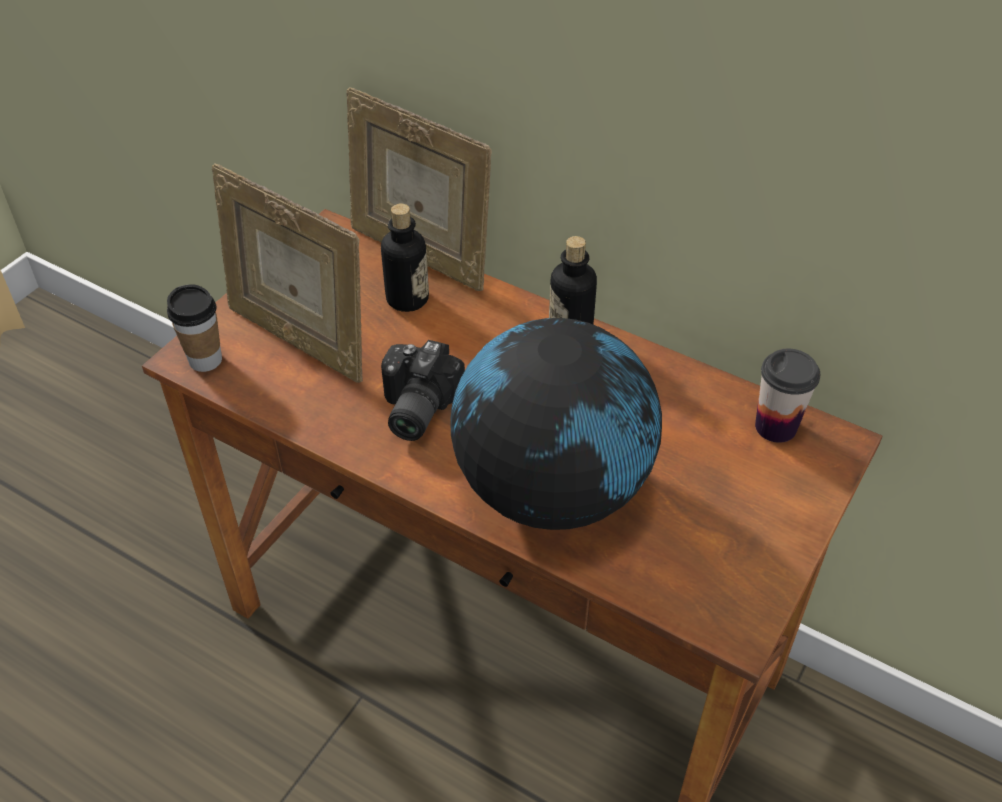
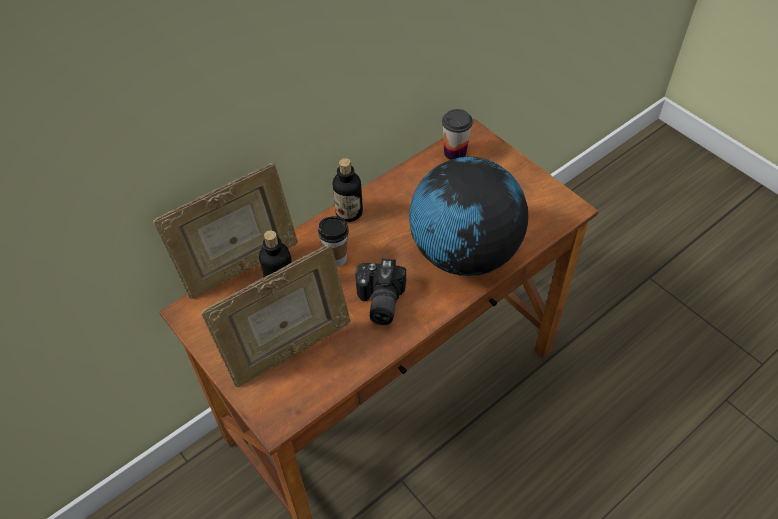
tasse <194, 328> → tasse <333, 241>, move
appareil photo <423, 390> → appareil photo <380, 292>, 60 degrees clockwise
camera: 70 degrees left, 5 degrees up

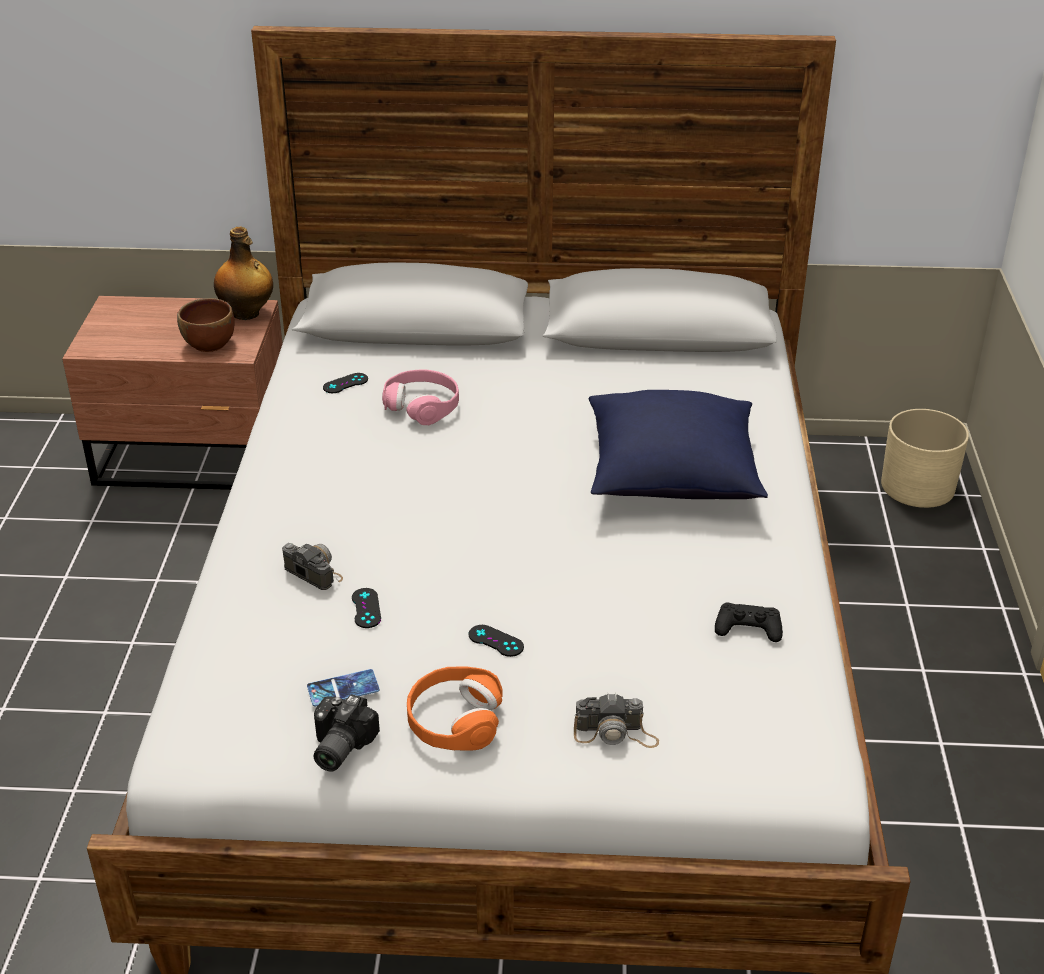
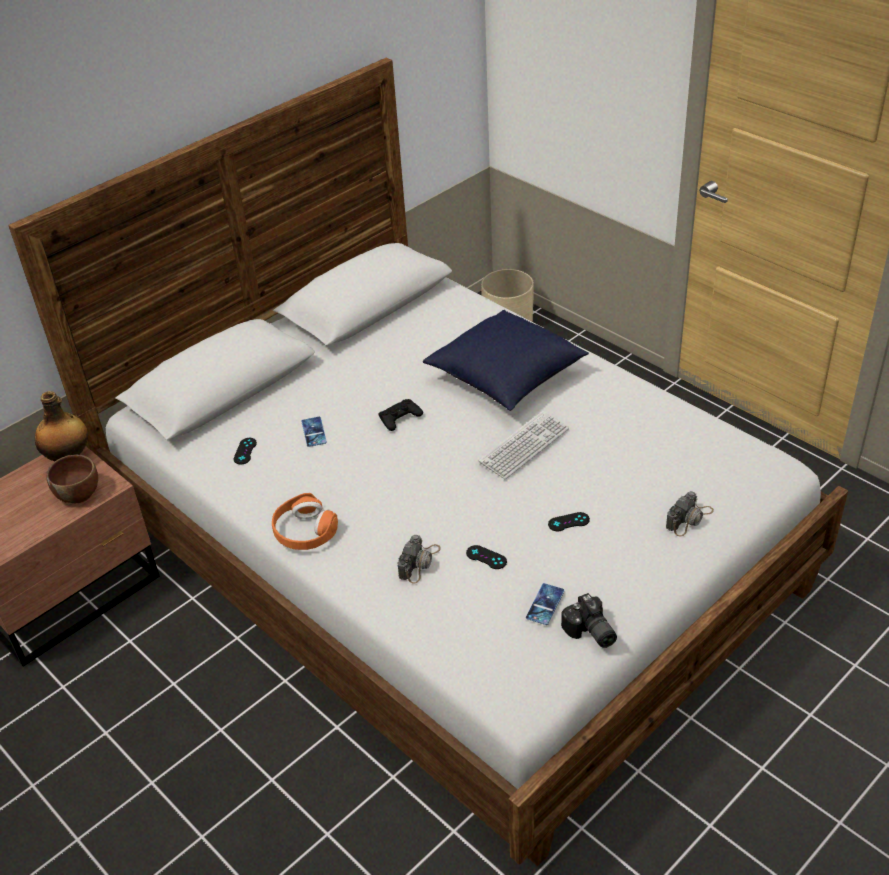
appareil photo <312, 566> → appareil photo <419, 559>, 120 degrees clockwise
casque audio/rose <420, 397> → téléphone <314, 432>
casque audio/orange <455, 709> → casque audio/orange <305, 521>, move
manette/noir <749, 622> → manette/noir <400, 415>, move
- → clavier <524, 445>
camera: 45 degrees left, 5 degrees up

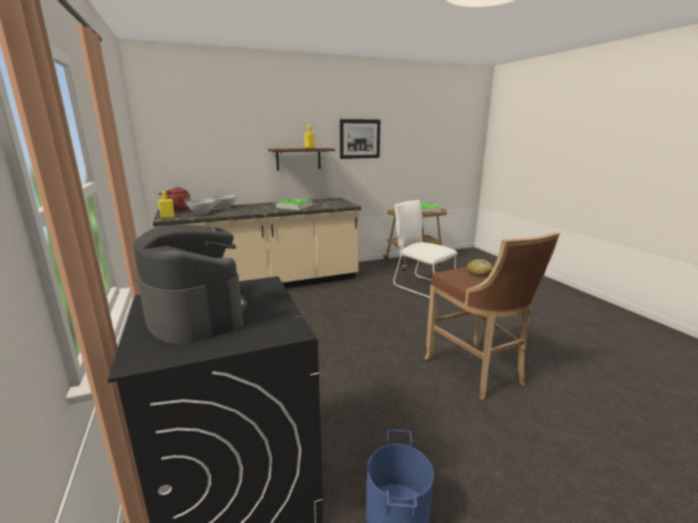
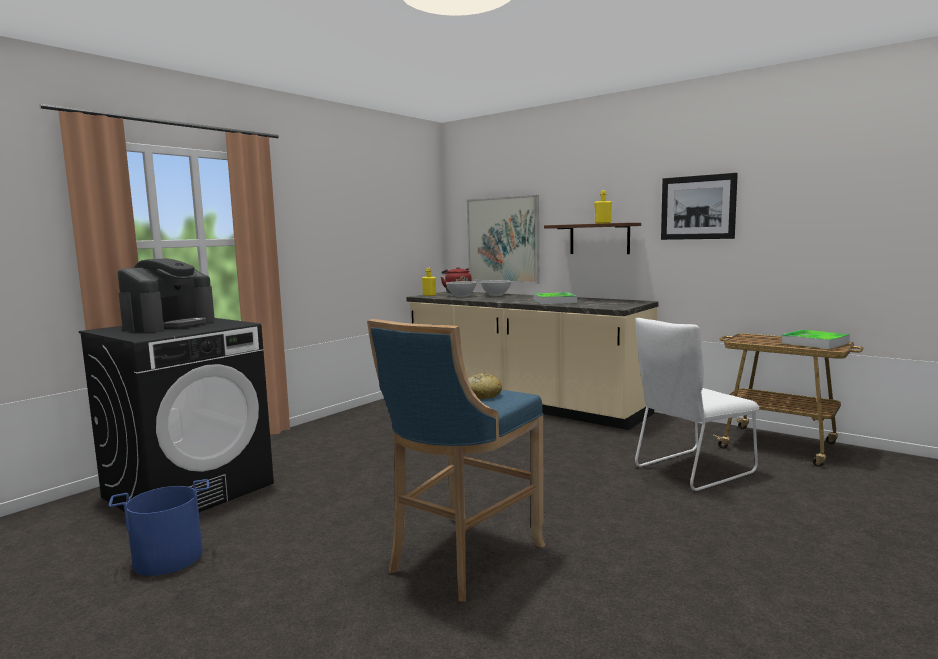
chaise/blanc <425, 249> → chaise/blanc <697, 404>, 135 degrees counterclockwise
tabouret/marron <492, 316> → tabouret/bleu <456, 460>
- → tableau <503, 239>
camera: 60 degrees right, 10 degrees down

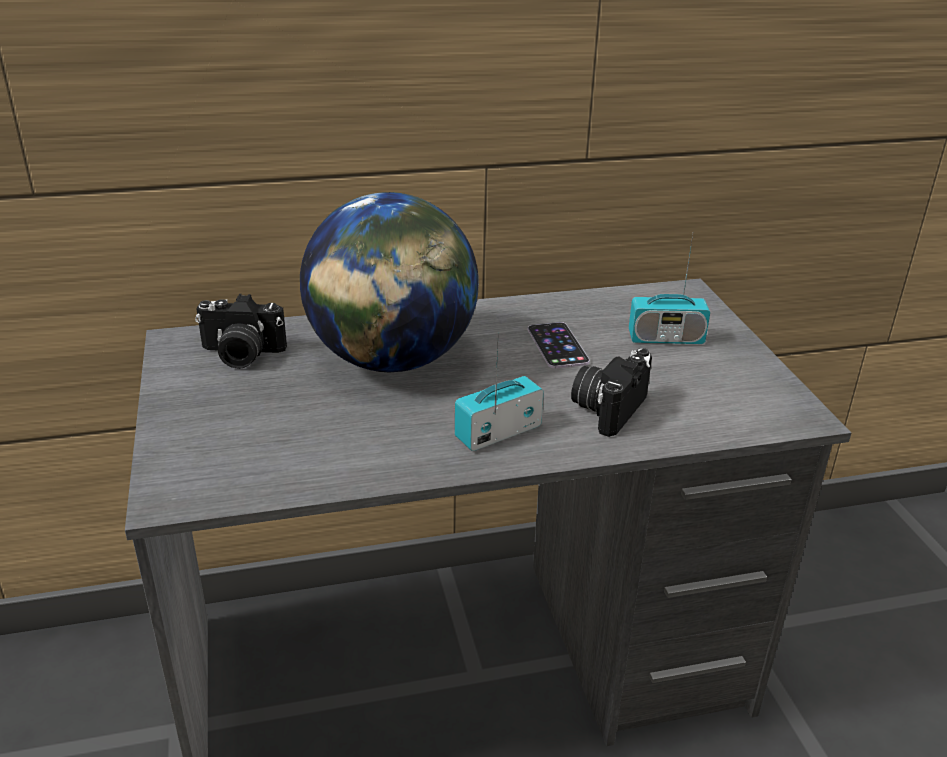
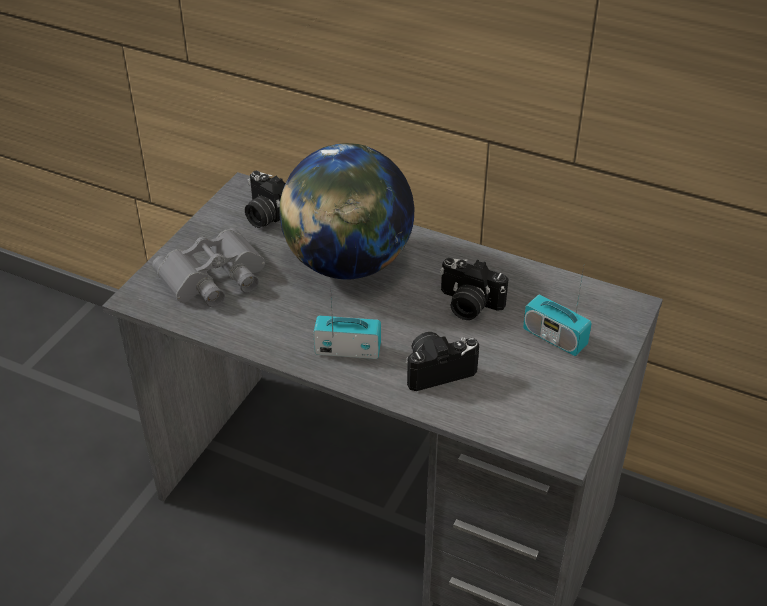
téléphone <559, 345> → appareil photo <474, 289>
- → jumelles/gris <208, 267>
camera: 40 degrees right, 10 degrees up

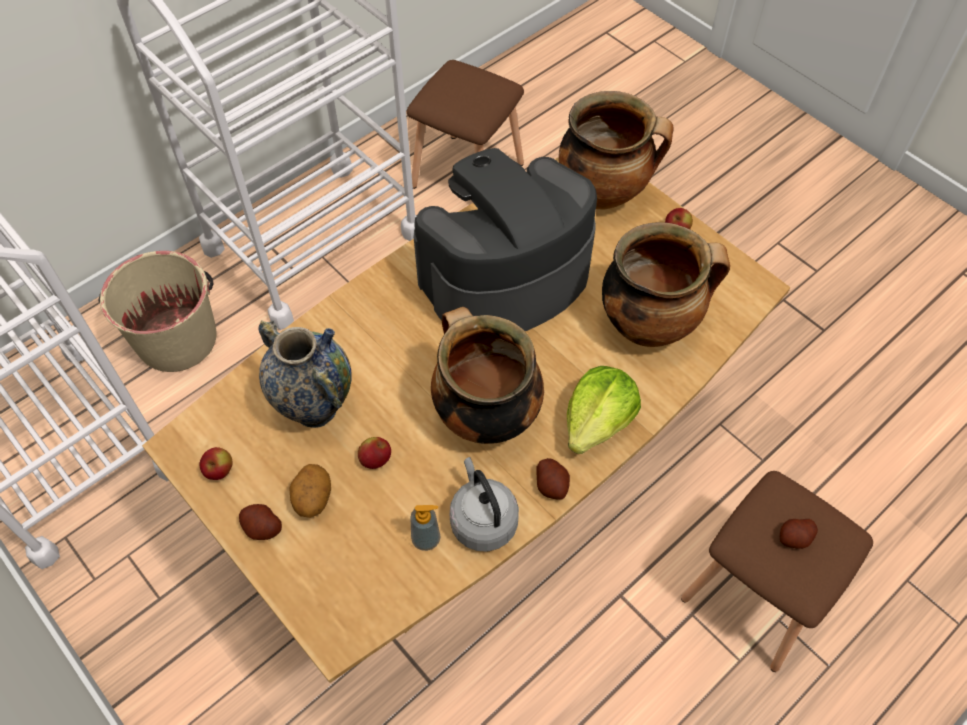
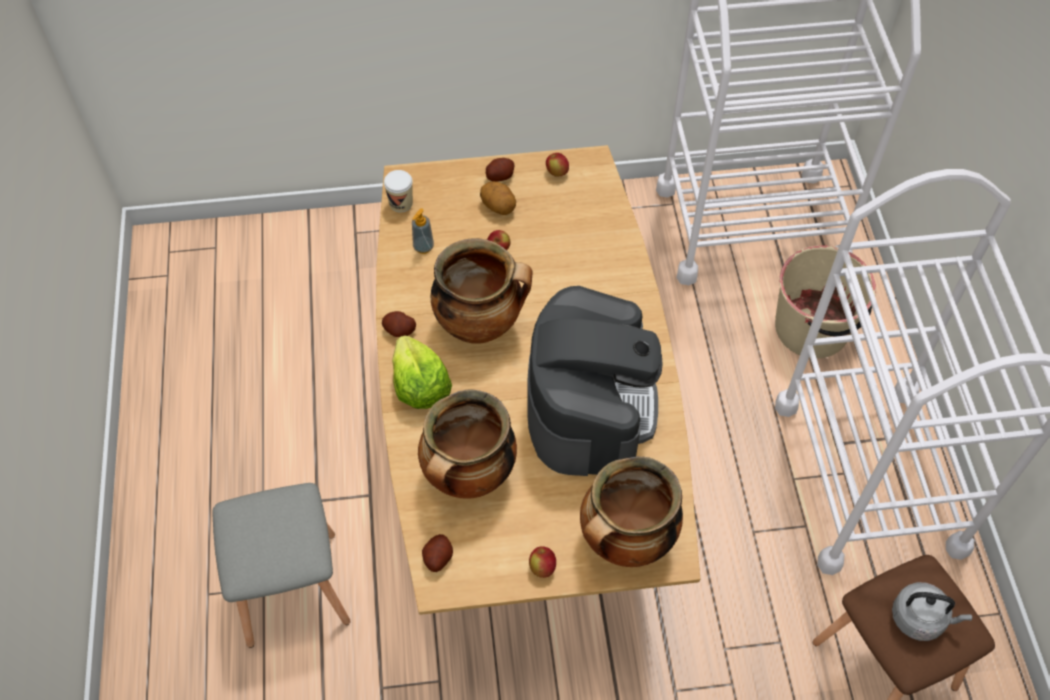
vase <305, 374> → -
bouilloire/gris <484, 504> → bouilloire/gris <932, 611>, move
tabouret/marron <777, 571> → tabouret/gris <281, 565>
pomme de terre <799, 534> → pomme de terre <437, 553>, move
- → tasse <398, 191>
camera: 125 degrees right, 0 degrees up

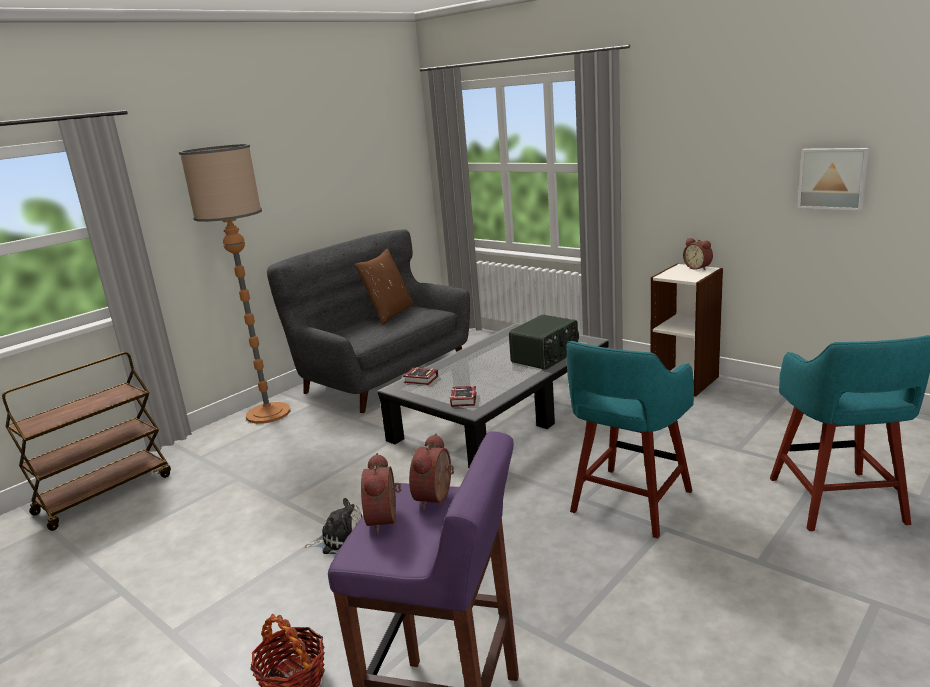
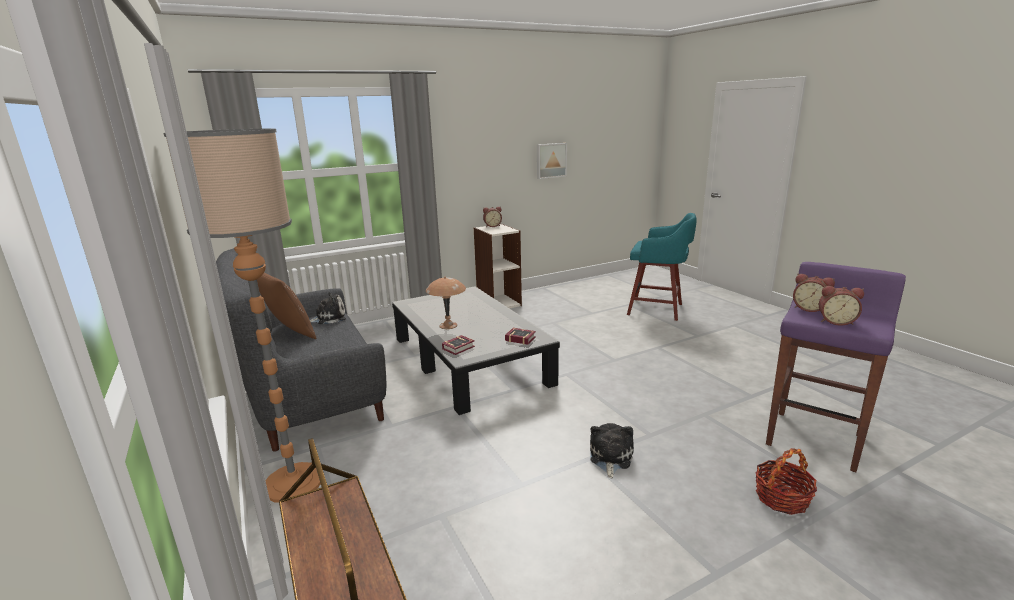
radio <544, 342> → -
tabouret/turquoise <630, 440> → -
- → peluche <328, 308>
- → lampe de table/marron <446, 303>
camera: 70 degrees left, 0 degrees up

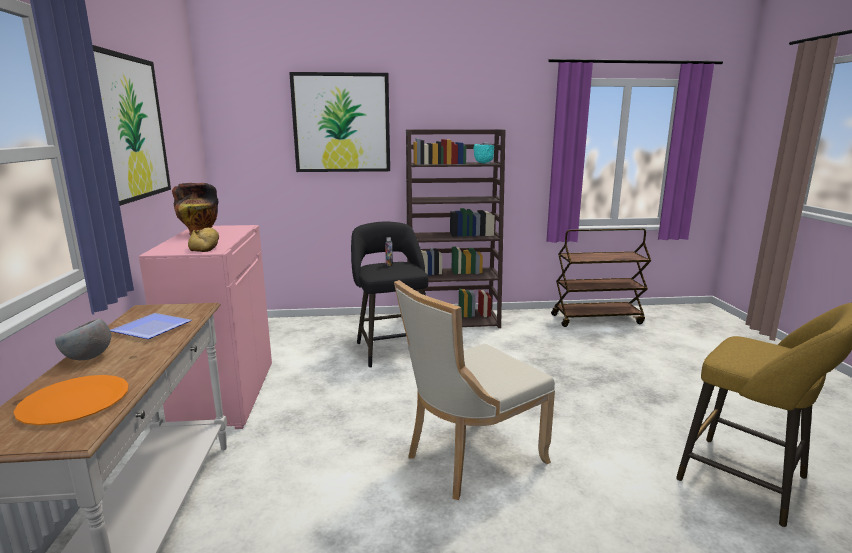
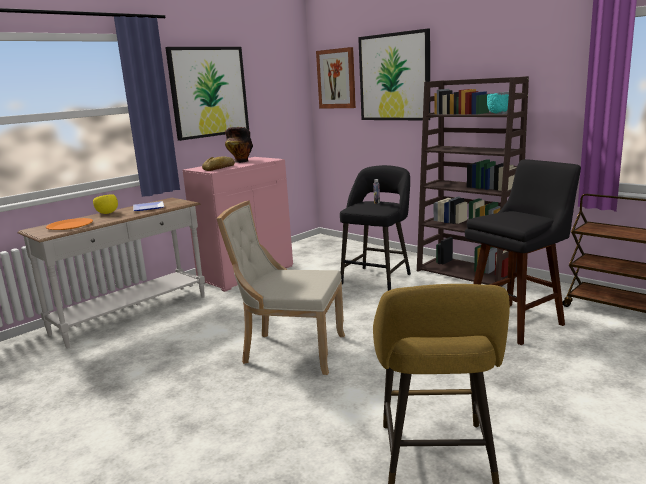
bol/gris <83, 339> → bol/jaune <105, 204>
- → tableau <336, 78>
- → tabouret/noir <523, 252>
camera: 50 degrees right, 0 degrees up

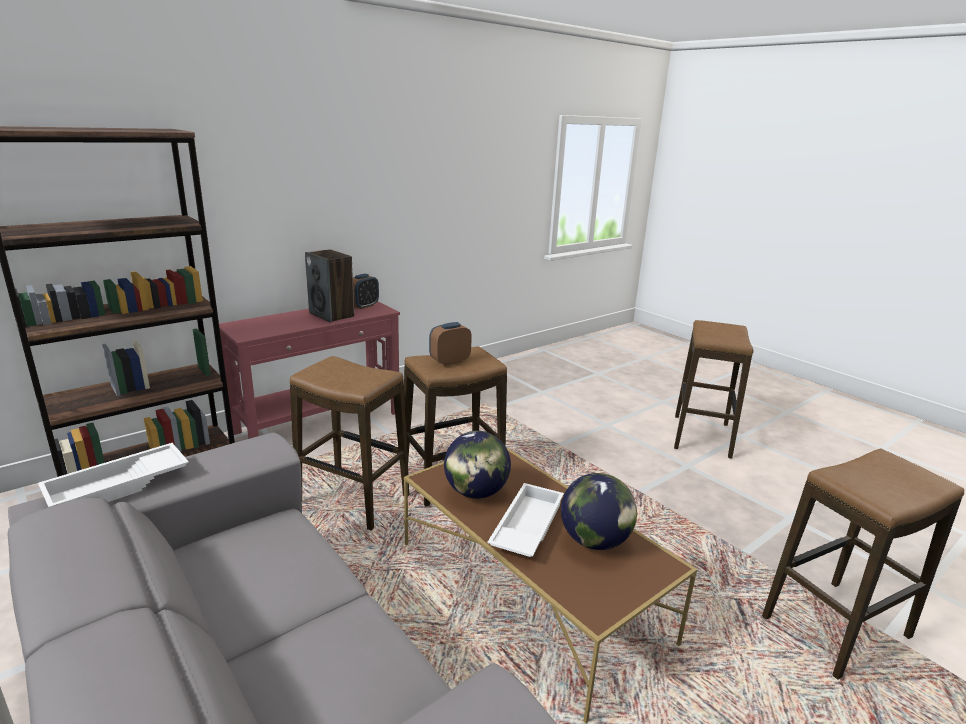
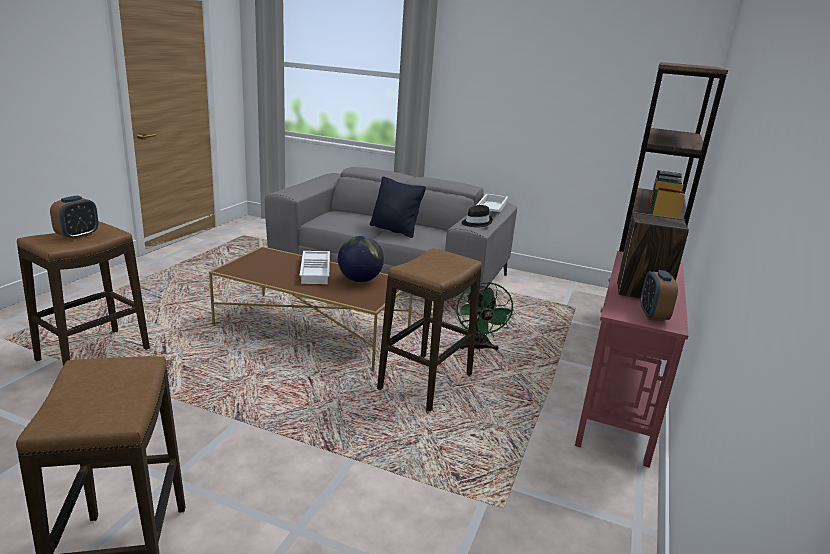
tabouret <349, 443> → ventilateur/vert <485, 316>
réveil <450, 344> → réveil <74, 218>, move
globe <599, 511> → -
- → coussin/noir <398, 207>
- → chapeau/noir <477, 216>
camera: 150 degrees right, 0 degrees up

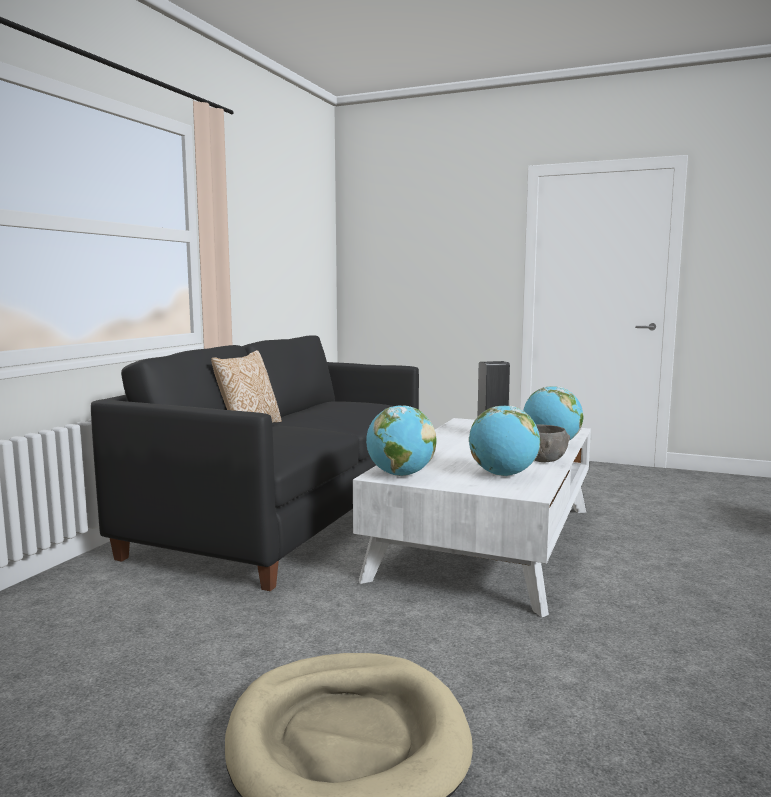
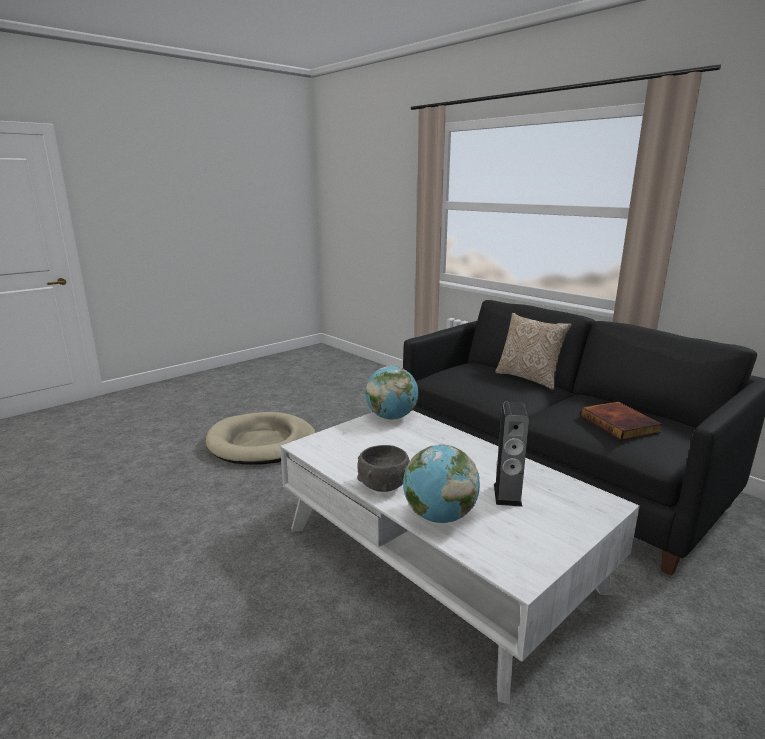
globe <504, 441> → -
- → livre <621, 421>
camera: 115 degrees right, 10 degrees up

